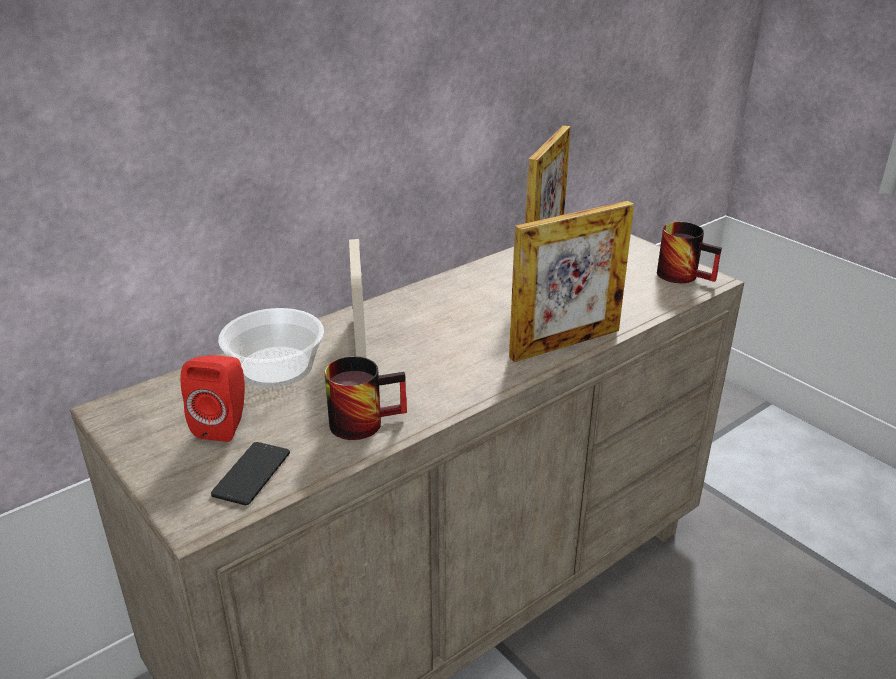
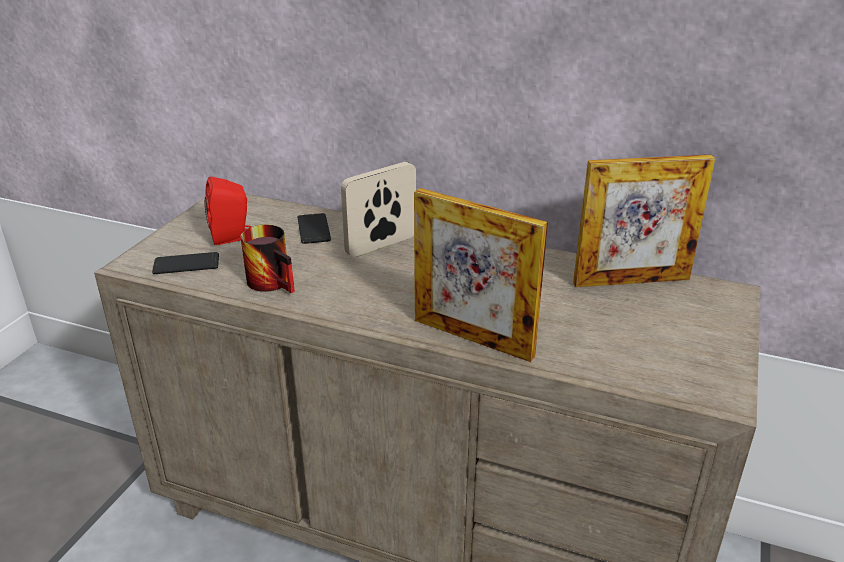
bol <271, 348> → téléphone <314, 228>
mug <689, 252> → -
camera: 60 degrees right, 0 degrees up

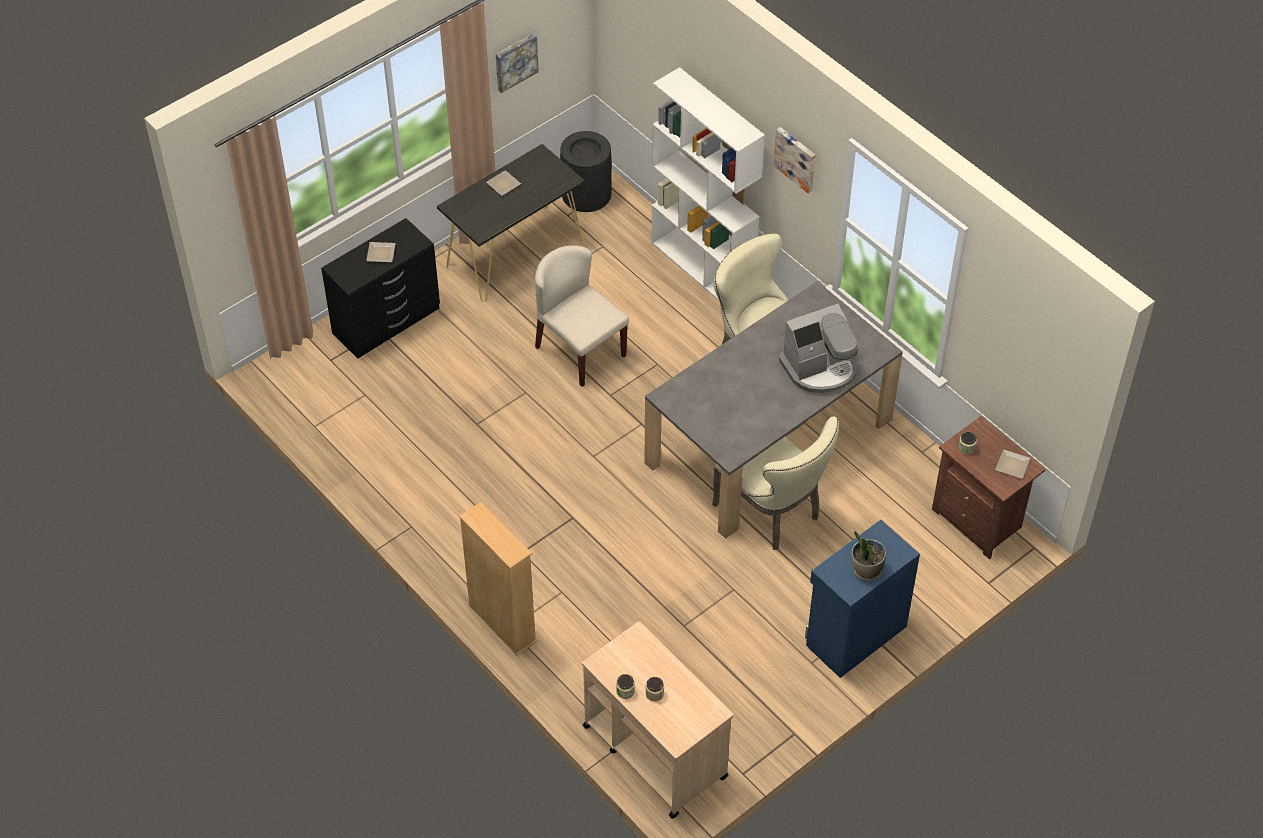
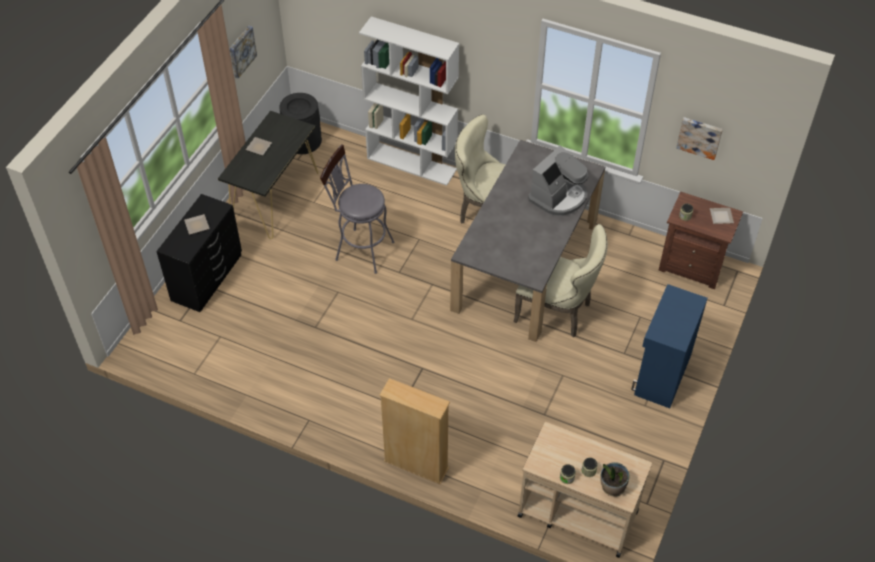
chaise/beige <582, 316> → tabouret/gris <357, 209>
tableau <794, 160> → tableau <699, 138>, move
plante en pot <869, 555> → plante en pot <614, 479>, move
camera: 25 degrees left, 0 degrees up

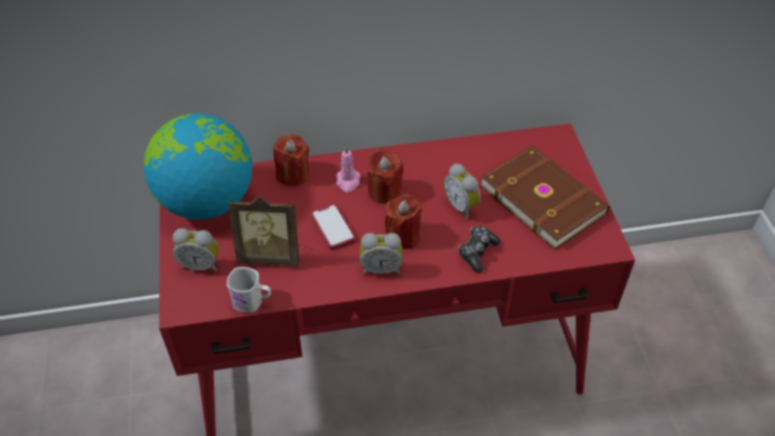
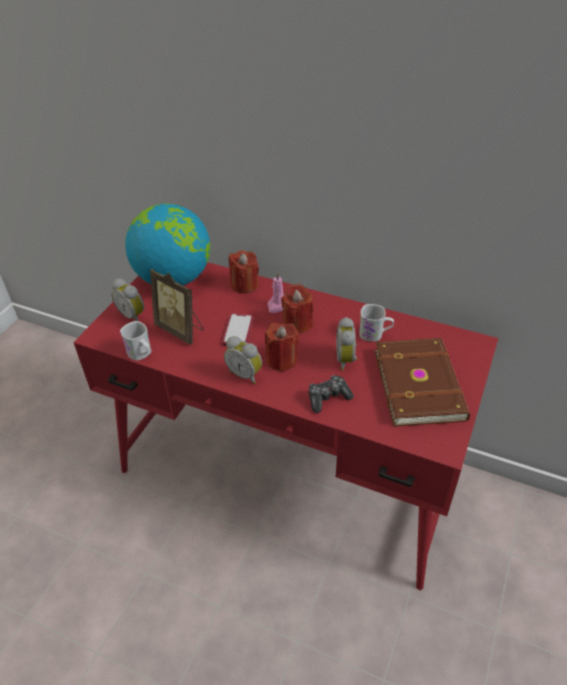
- → mug/blanc <376, 323>
camera: 35 degrees right, 5 degrees down

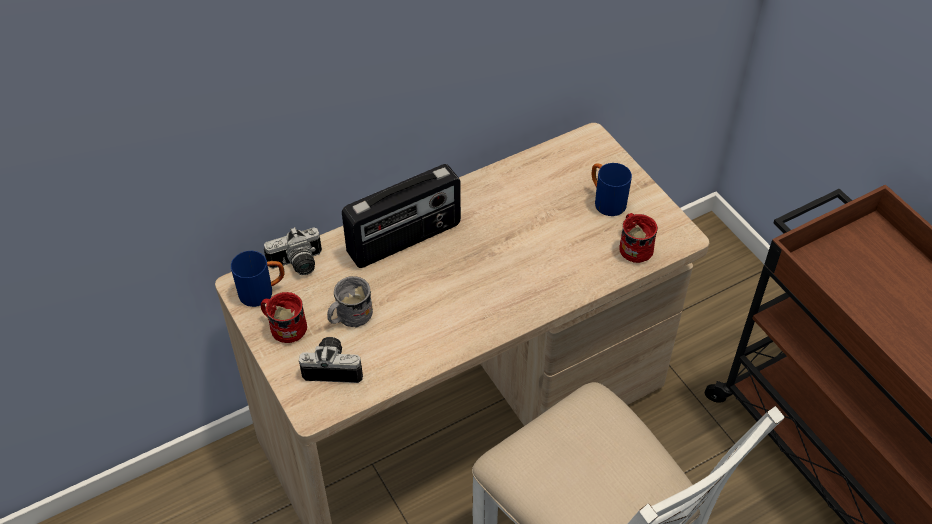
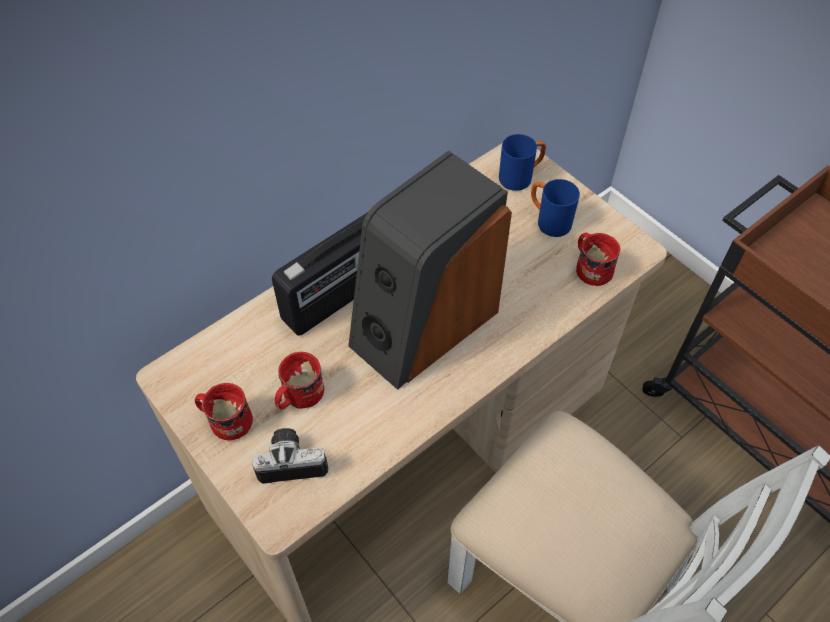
mug/bleu <258, 279> → mug/bleu <522, 162>, move
appareil photo <293, 251> → -
mug/gris <350, 302> → mug/rouge <299, 380>
- → enceinte <430, 270>
camera: 10 degrees left, 5 degrees up

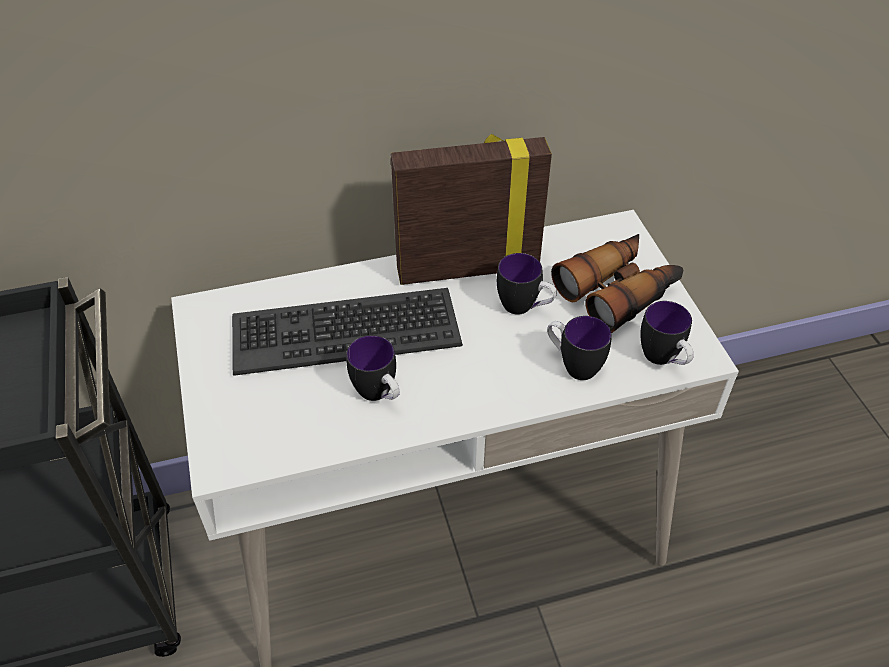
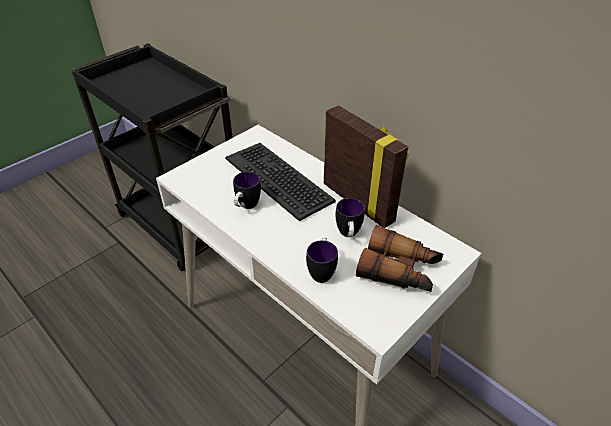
mug <667, 333> → -
camera: 60 degrees right, 5 degrees down

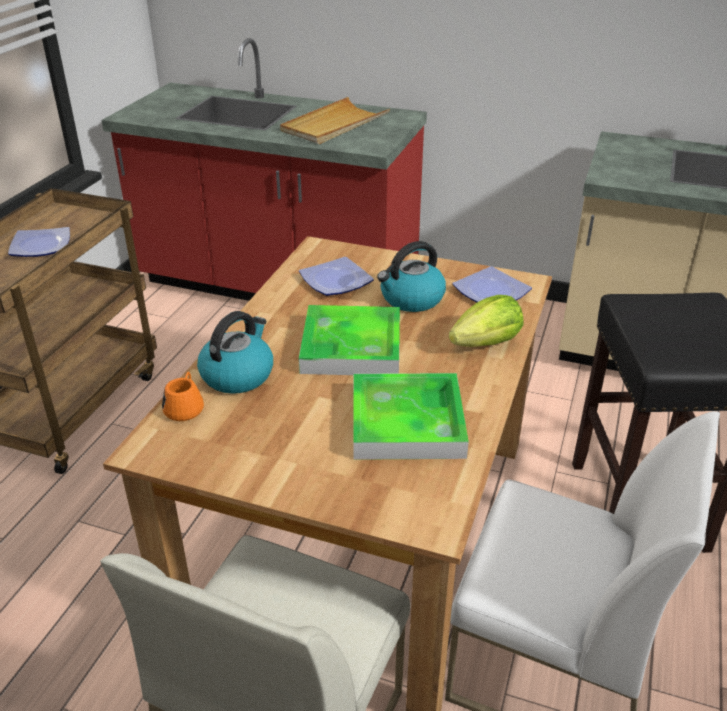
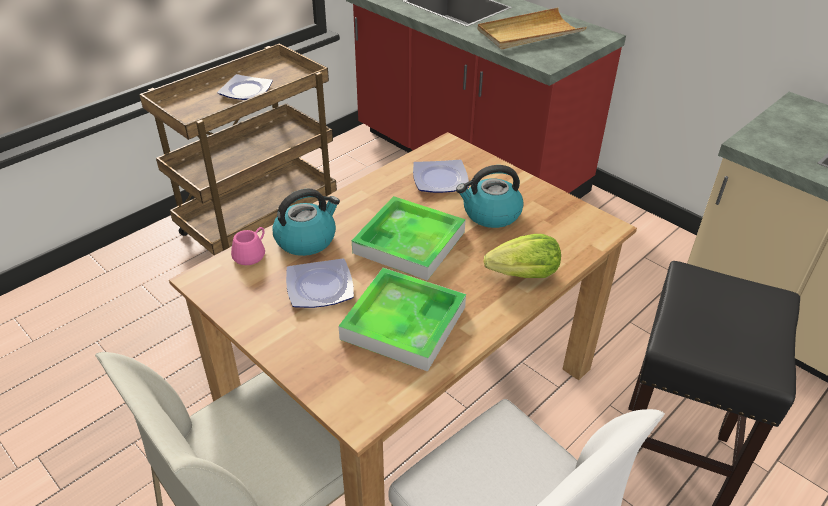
mug/orange <183, 396> → mug/rose <248, 246>
assiette <492, 284> → assiette <320, 283>, move
camera: 25 degrees right, 5 degrees up

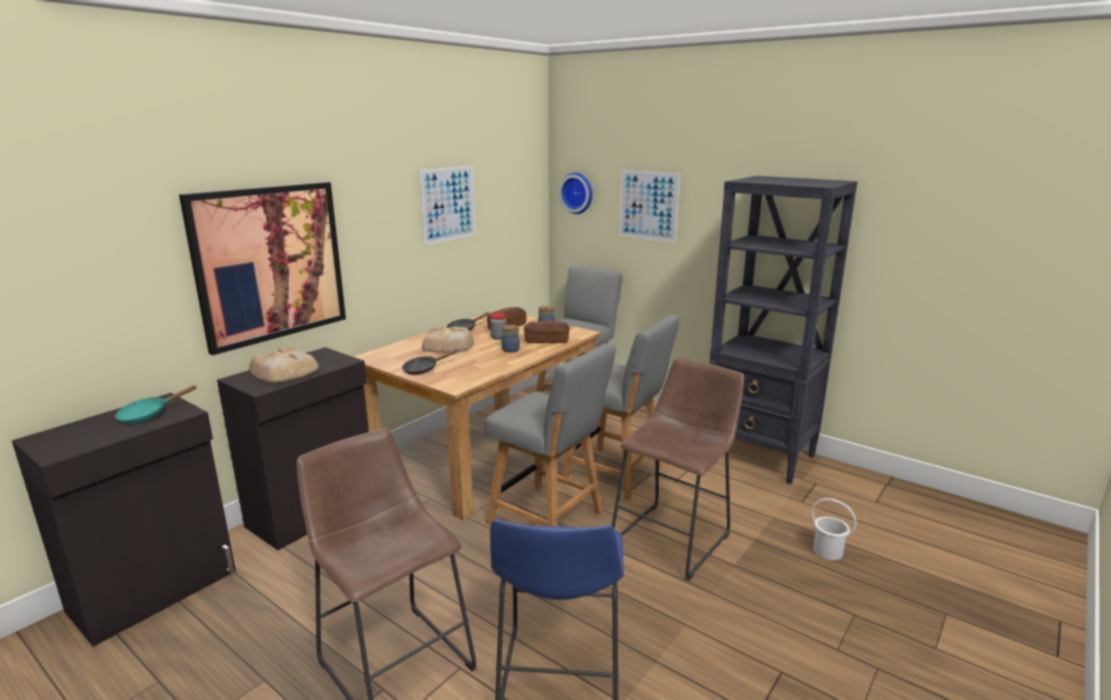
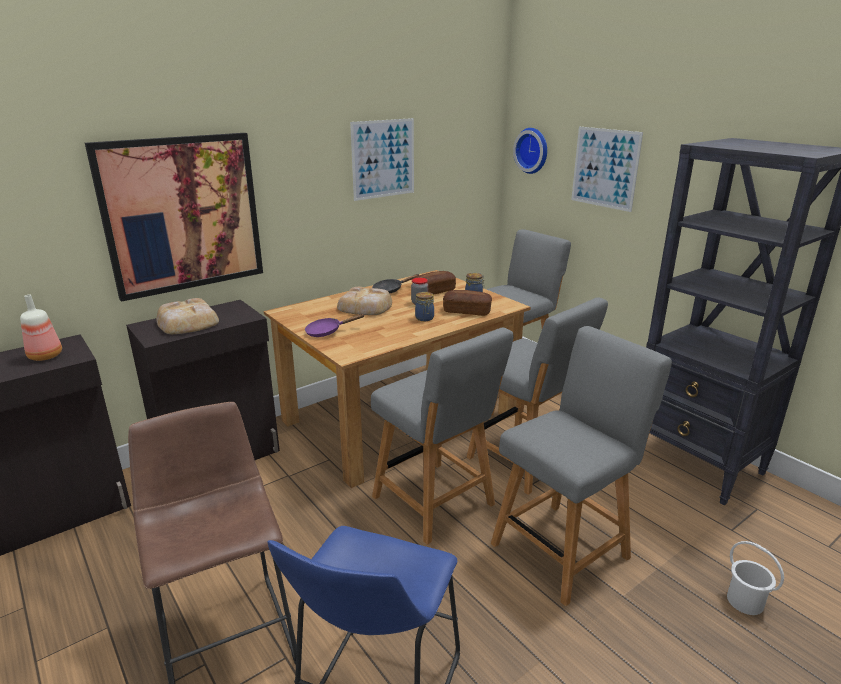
poêle/turquoise <156, 404> → bouteille <41, 328>
poêle/noir <430, 362> → poêle/violet <335, 325>
tabouret/marron <678, 469> → chaise/gris <581, 466>
camera: 15 degrees right, 5 degrees up

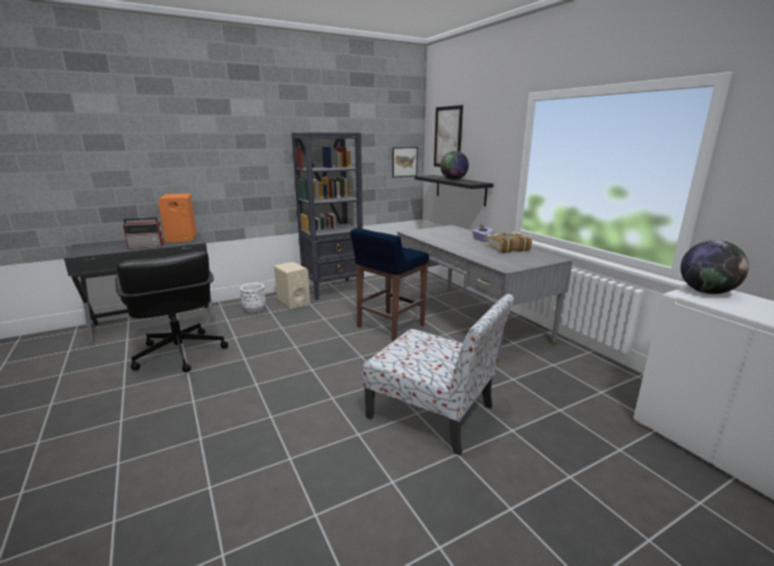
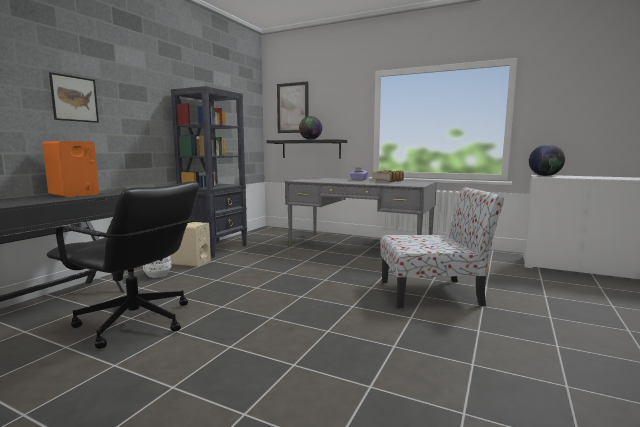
radio <143, 233> → -
tabouret/bleu <389, 284> → -
tableau <405, 162> → tableau <74, 97>, move
camera: 35 degrees left, 10 degrees down

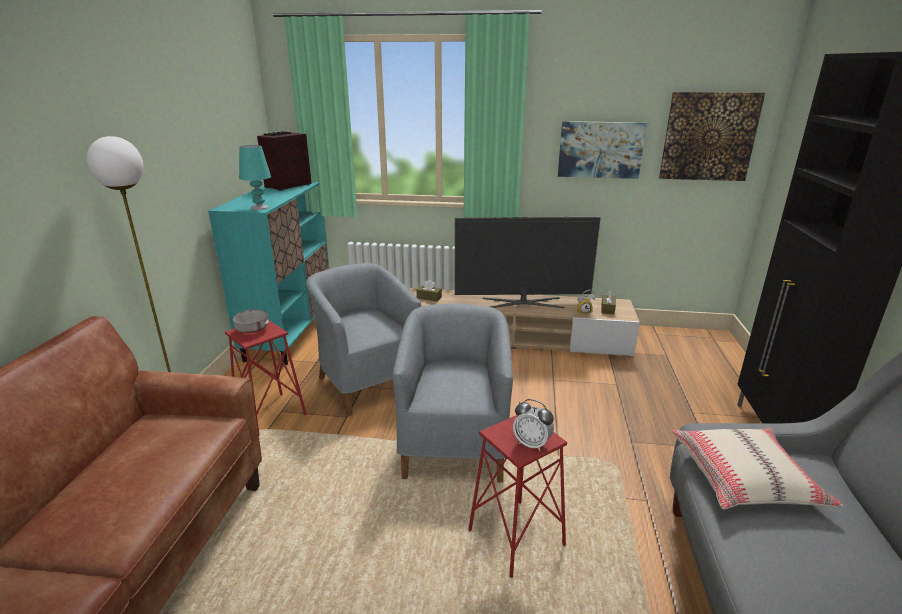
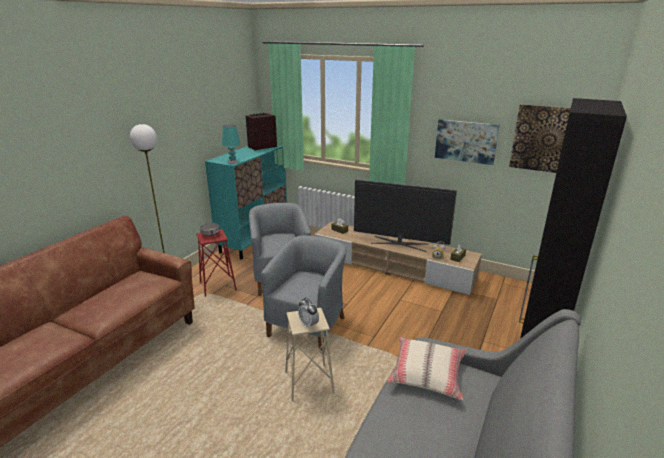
tabouret/rouge <517, 496> → tabouret/beige <310, 354>
camera: 20 degrees right, 0 degrees up

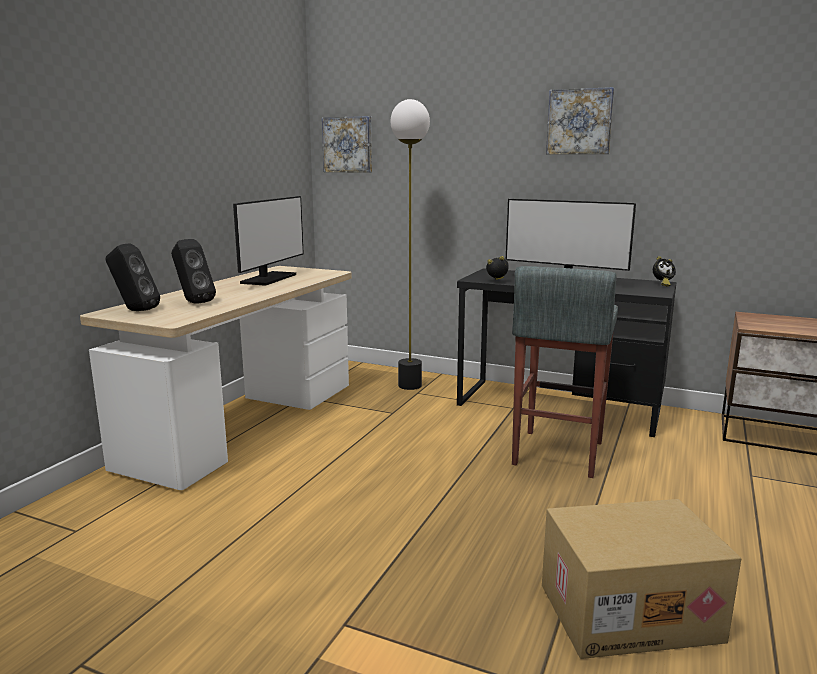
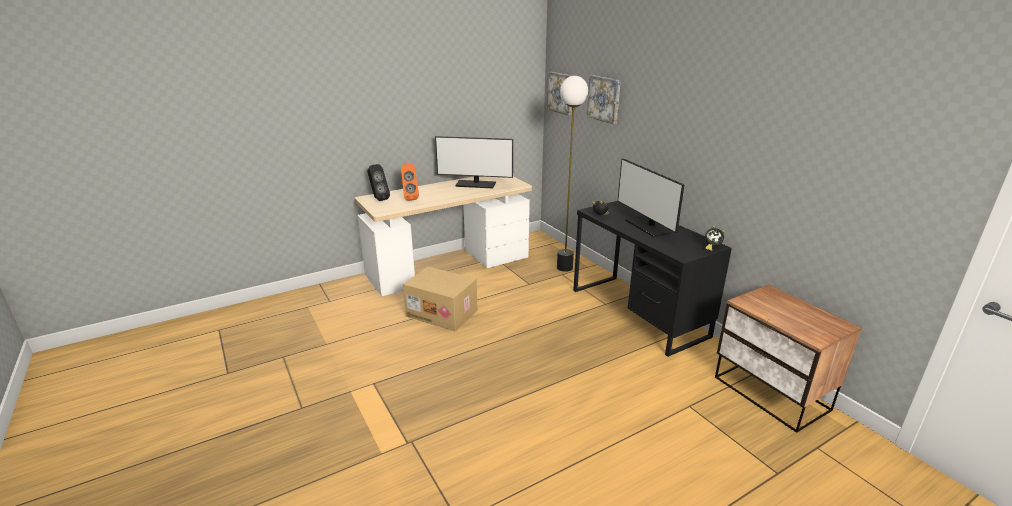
enceinte/noir <193, 271> → enceinte/orange <410, 182>
écran d'ordinateur <268, 241> → écran d'ordinateur <474, 162>, 45 degrees clockwise
tabouret/gris <565, 372> → -
carton <641, 579> → carton <440, 299>, move
tableau <580, 120> → tableau <604, 99>, move
camera: 35 degrees right, 10 degrees up

